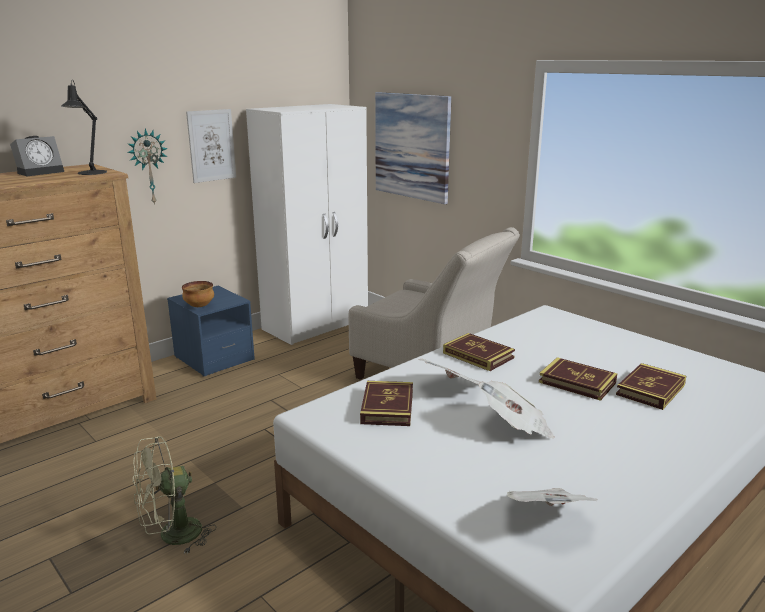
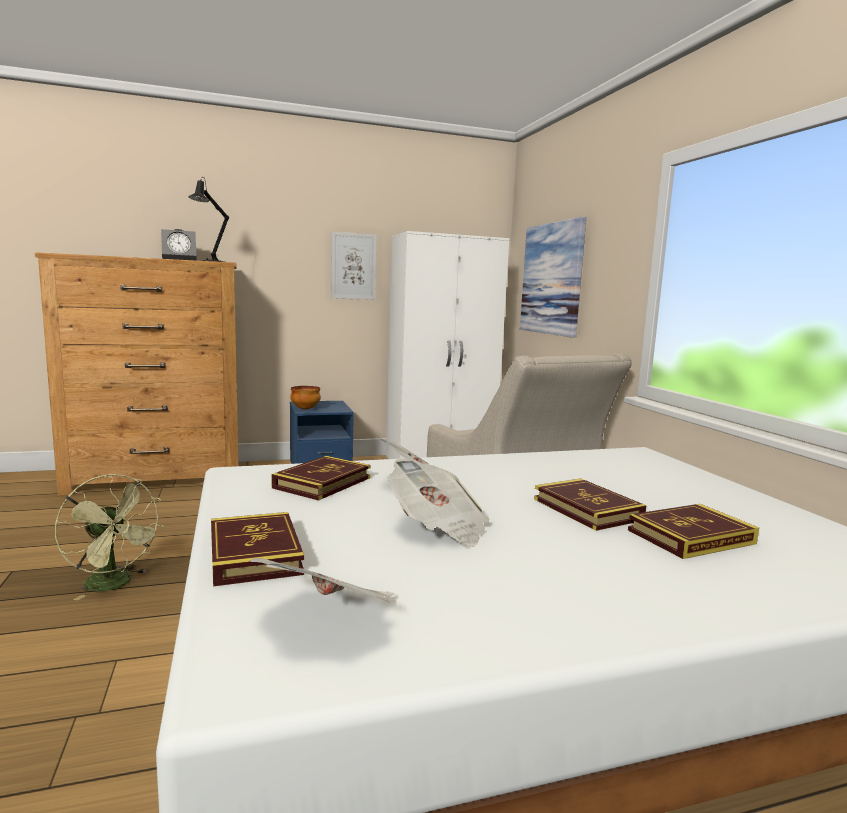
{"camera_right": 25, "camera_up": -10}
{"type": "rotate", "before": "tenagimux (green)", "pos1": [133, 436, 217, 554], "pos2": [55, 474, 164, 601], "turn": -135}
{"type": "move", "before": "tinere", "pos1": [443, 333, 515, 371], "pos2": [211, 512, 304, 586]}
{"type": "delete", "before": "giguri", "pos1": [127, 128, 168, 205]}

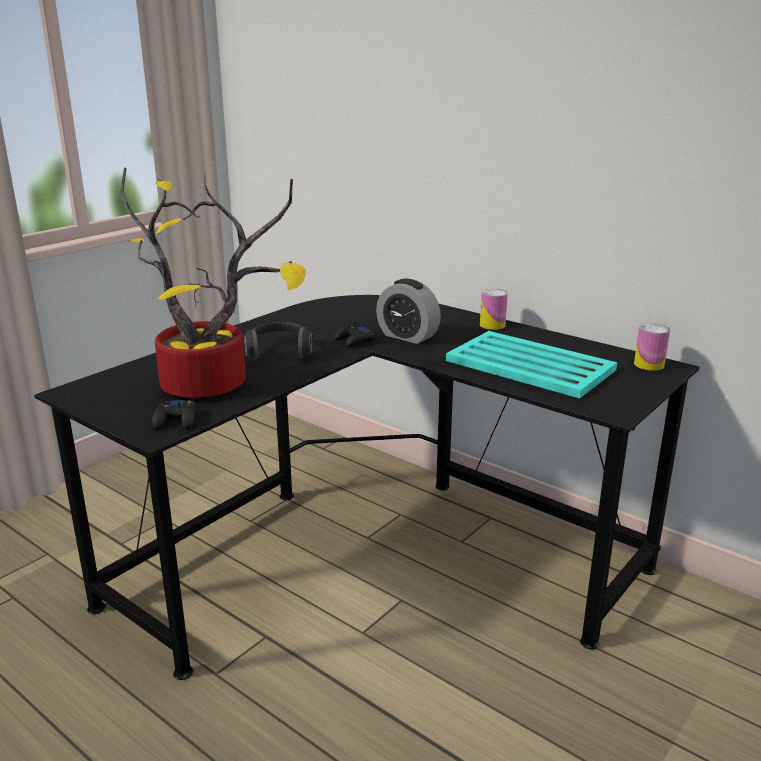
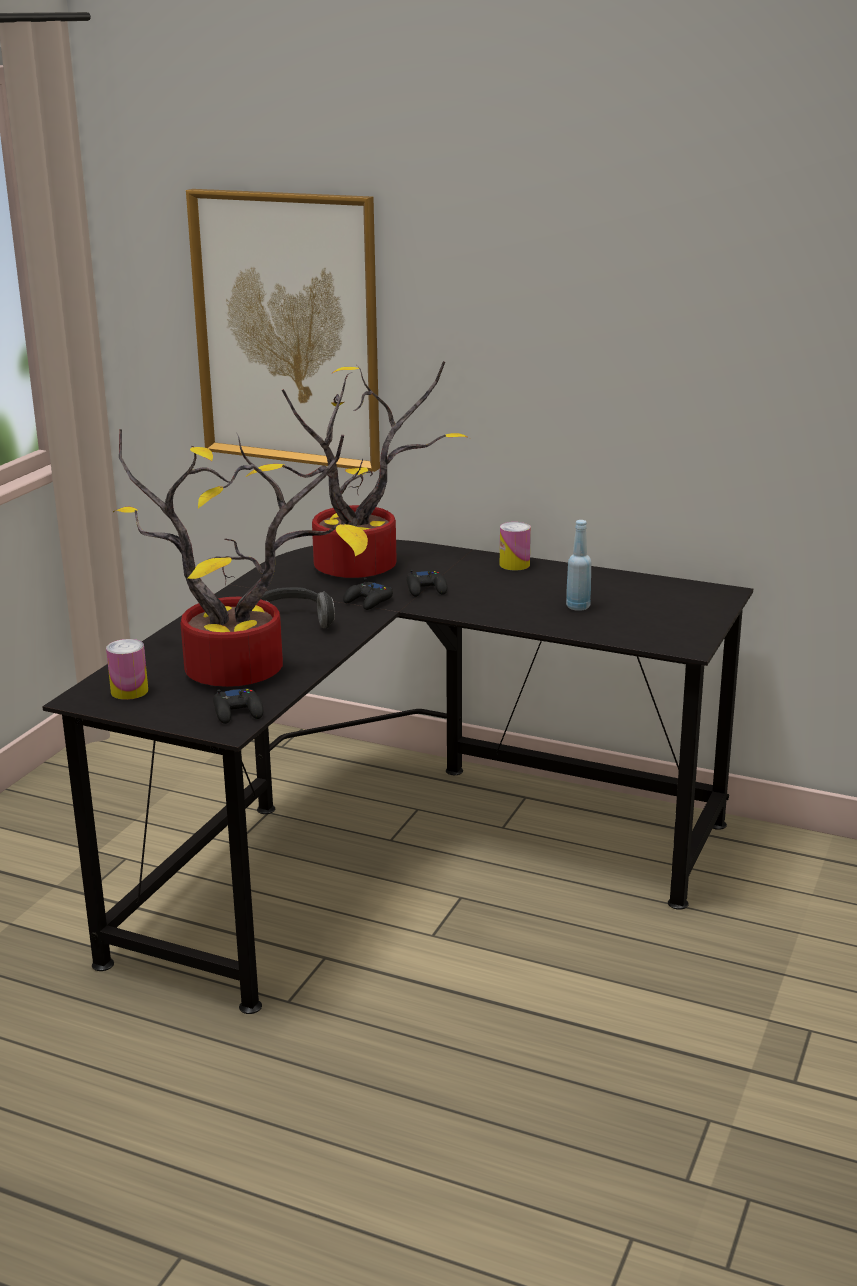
{"camera_right": -15, "camera_up": 0}
{"type": "move", "before": "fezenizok", "pos1": [634, 323, 670, 371], "pos2": [106, 639, 148, 700]}
{"type": "insert", "after": "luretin", "pos2": [186, 189, 380, 472]}
{"type": "insert", "after": "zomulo", "pos2": [246, 361, 469, 578]}
{"type": "replace", "before": "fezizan", "after": "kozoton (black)", "pos1": [376, 279, 441, 344], "pos2": [406, 570, 447, 597]}
{"type": "replace", "before": "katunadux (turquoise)", "after": "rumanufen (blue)", "pos1": [446, 331, 617, 398], "pos2": [566, 520, 592, 611]}

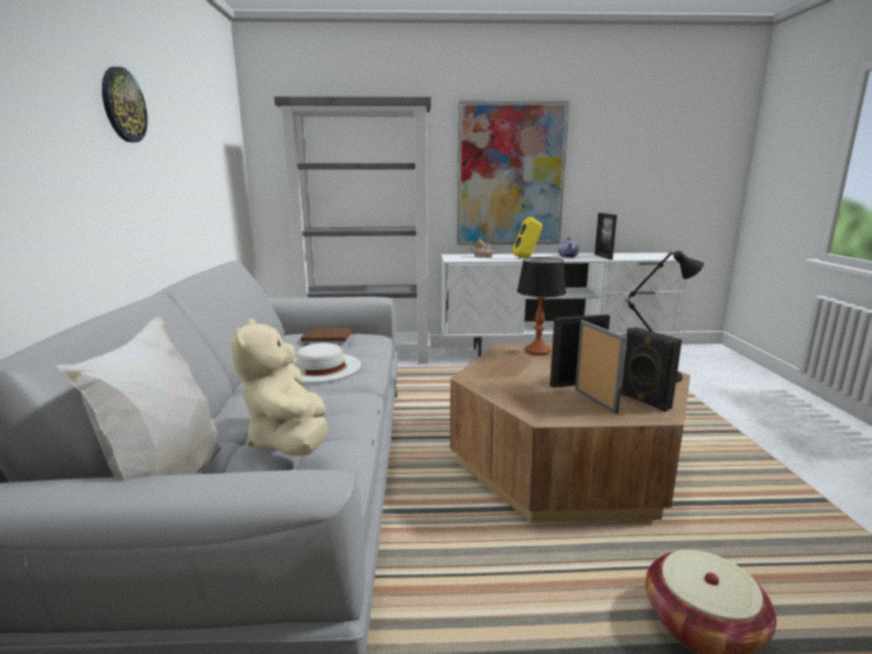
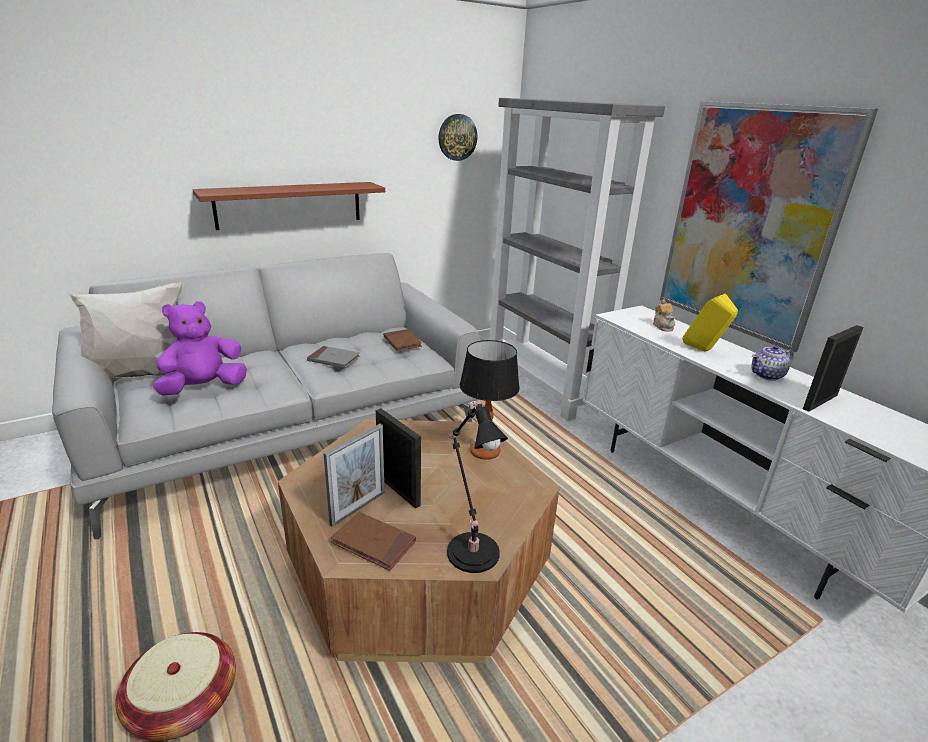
{"camera_right": 60, "camera_up": 10}
{"type": "recolor", "before": "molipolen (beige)", "after": "molipolen (purple)", "pos1": [231, 319, 328, 456], "pos2": [153, 301, 247, 396]}
{"type": "insert", "after": "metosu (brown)", "pos2": [193, 182, 385, 230]}
{"type": "replace", "before": "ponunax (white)", "after": "tinere (grey)", "pos1": [290, 343, 361, 382], "pos2": [307, 346, 360, 368]}
{"type": "replace", "before": "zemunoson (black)", "after": "tinere (brown)", "pos1": [621, 327, 682, 412], "pos2": [331, 512, 416, 571]}
{"type": "move", "before": "giguri", "pos1": [102, 67, 148, 142], "pos2": [438, 114, 477, 161]}

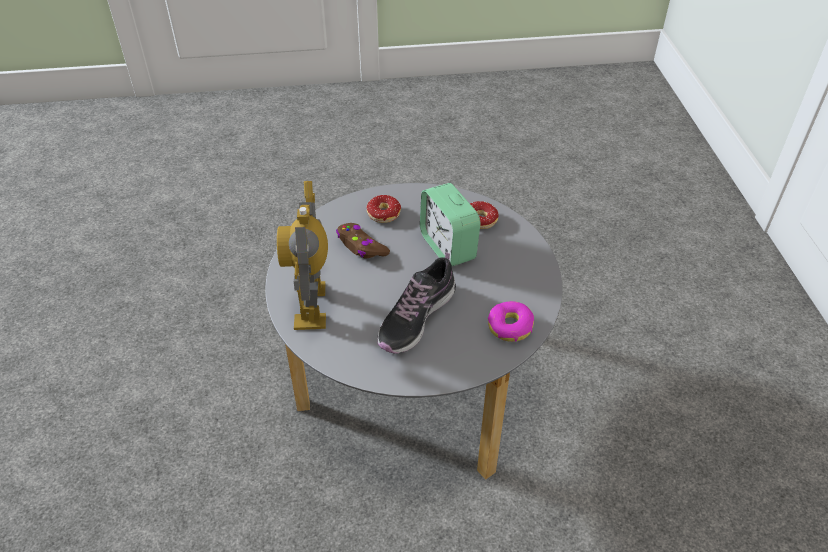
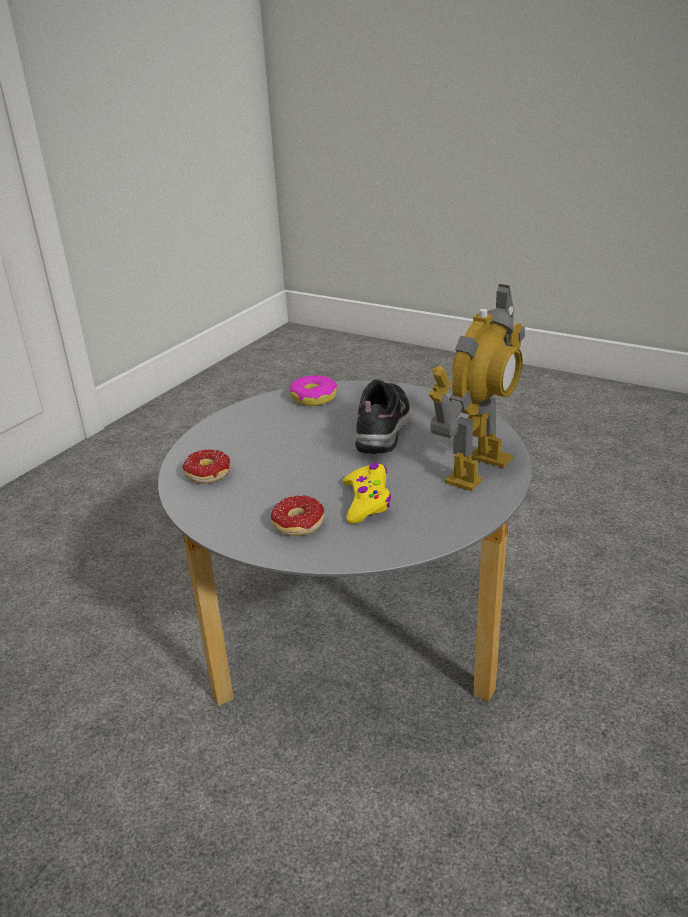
{"camera_right": -140, "camera_up": -15}
{"type": "recolor", "before": "kozoton (brown)", "after": "kozoton (yellow)", "pos1": [336, 223, 390, 258], "pos2": [343, 463, 391, 524]}
{"type": "rotate", "before": "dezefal", "pos1": [377, 252, 456, 353], "pos2": [355, 379, 412, 454], "turn": -60}
{"type": "delete", "before": "fezizan", "pos1": [420, 183, 481, 266]}

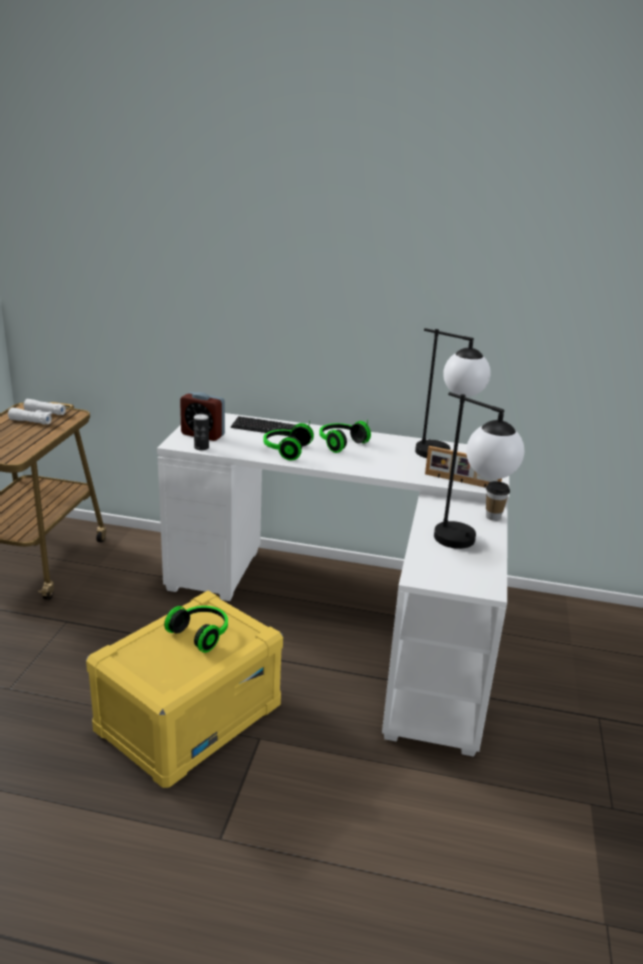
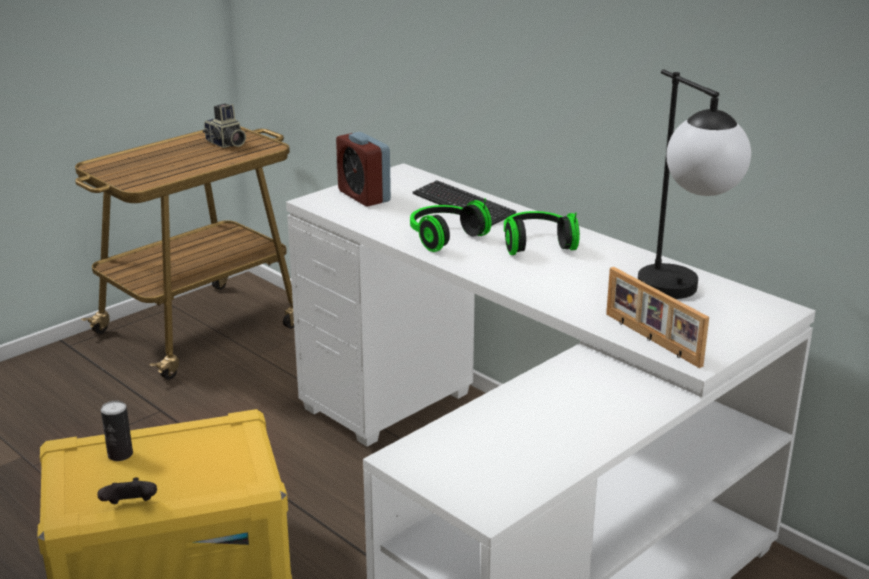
{"camera_right": 35, "camera_up": 0}
{"type": "insert", "after": "kozoton (black)", "pos2": [97, 477, 157, 504]}
{"type": "move", "before": "fezenizok", "pos1": [194, 414, 209, 450], "pos2": [101, 401, 133, 461]}
{"type": "replace", "before": "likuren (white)", "after": "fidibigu", "pos1": [8, 399, 66, 424], "pos2": [203, 104, 246, 148]}
{"type": "delete", "before": "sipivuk", "pos1": [164, 606, 228, 653]}
{"type": "delete", "before": "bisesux", "pos1": [434, 392, 524, 549]}
{"type": "delete", "before": "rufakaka", "pos1": [486, 481, 510, 521]}

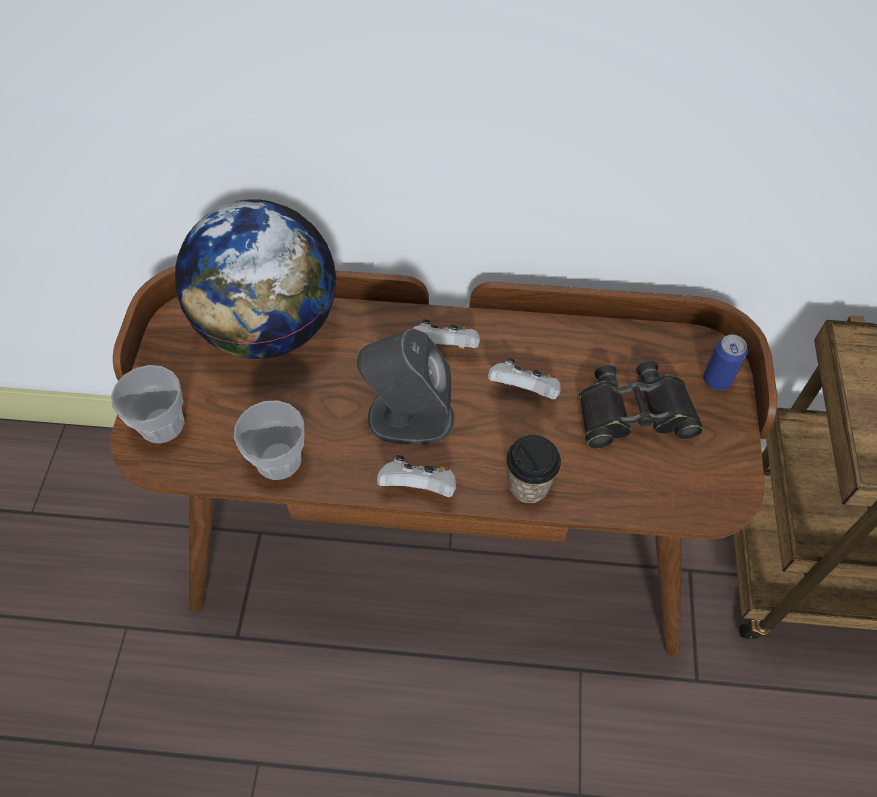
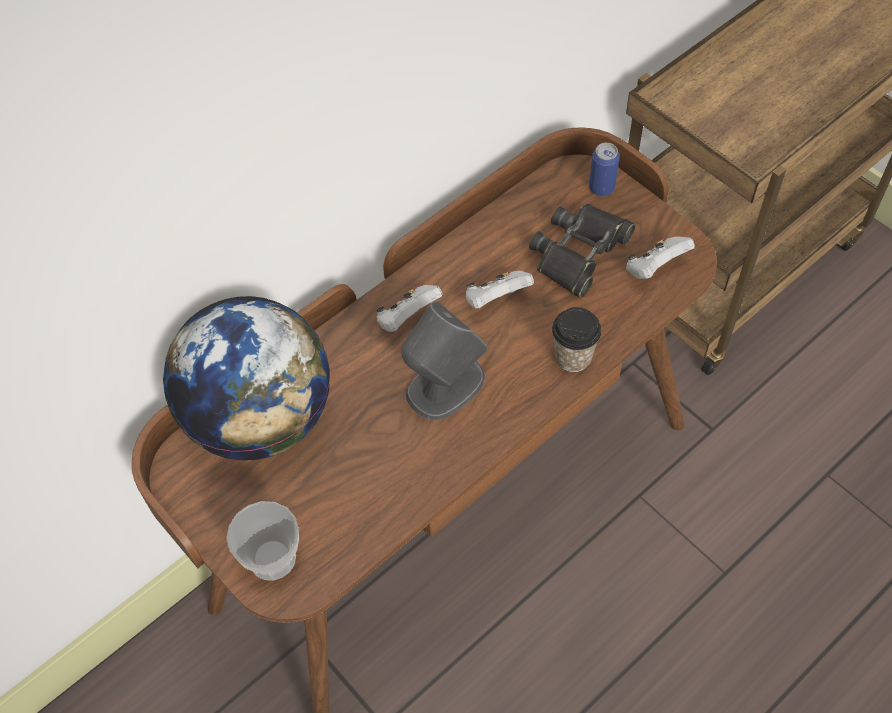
{"camera_right": -45, "camera_up": 0}
{"type": "move", "before": "kozoton (white)", "pos1": [377, 455, 456, 497], "pos2": [626, 236, 695, 279]}
{"type": "delete", "before": "rufakaka", "pos1": [234, 400, 304, 480]}

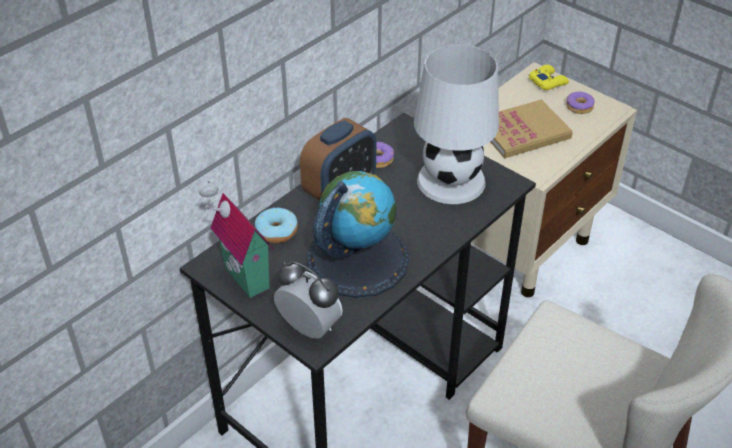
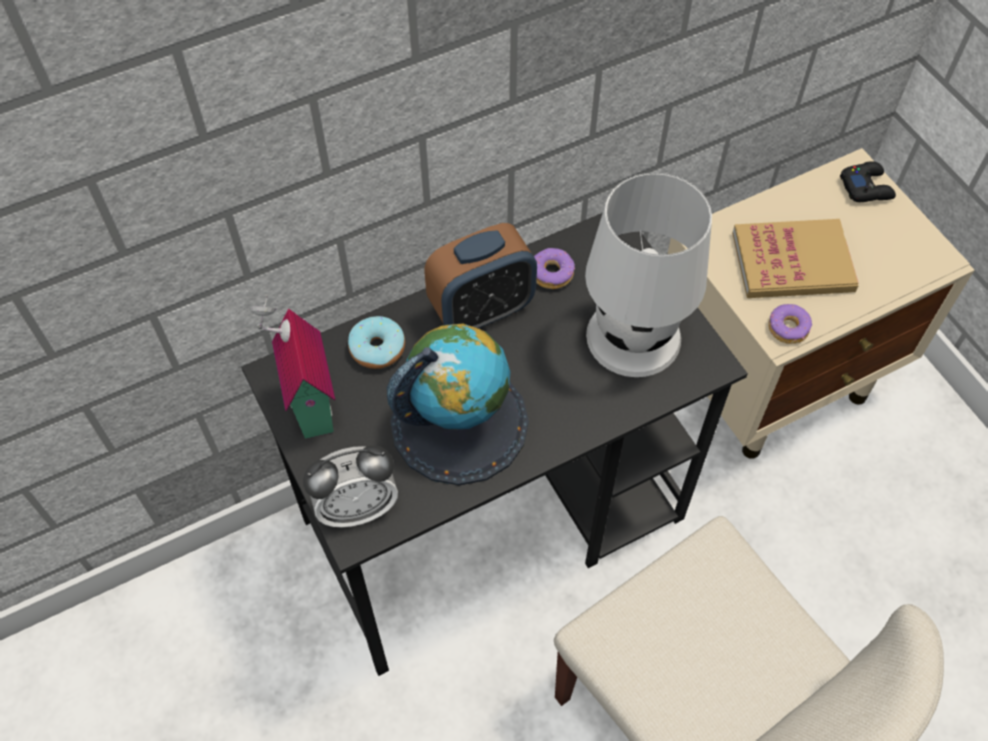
{"camera_right": 20, "camera_up": 15}
{"type": "rotate", "before": "fezizan", "pos1": [274, 261, 343, 339], "pos2": [303, 445, 398, 527], "turn": 105}
{"type": "move", "before": "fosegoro", "pos1": [566, 92, 595, 114], "pos2": [768, 304, 812, 344]}
{"type": "recolor", "before": "kozoton (yellow)", "after": "kozoton (black)", "pos1": [529, 65, 569, 90], "pos2": [840, 161, 896, 202]}

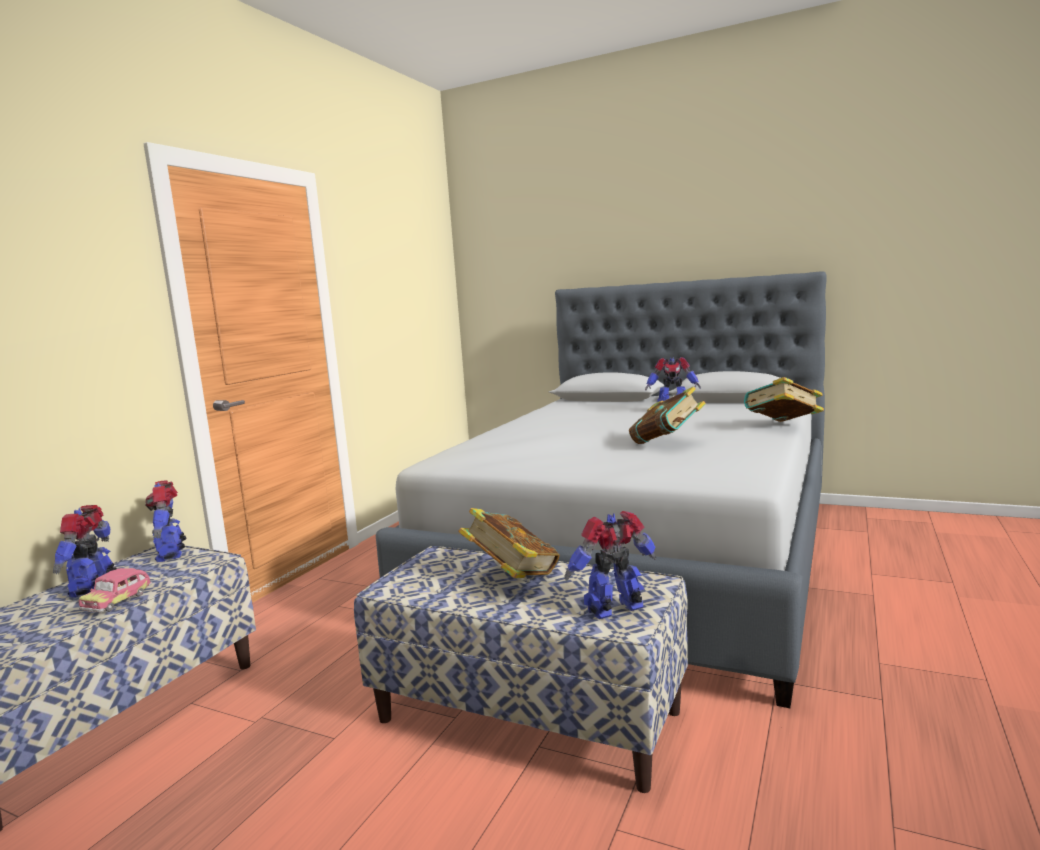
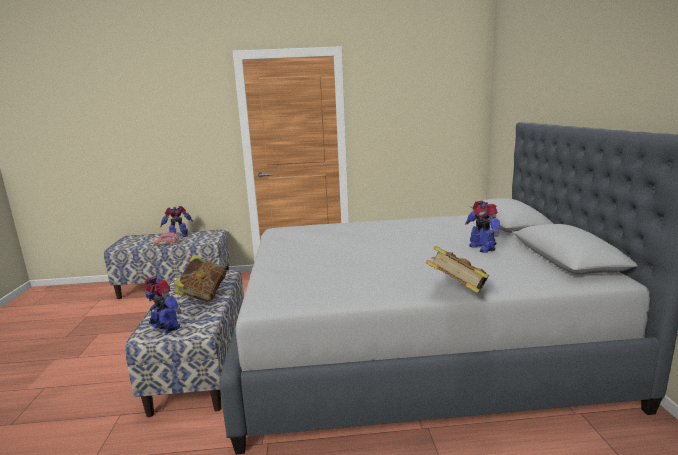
{"camera_right": 60, "camera_up": 5}
{"type": "delete", "before": "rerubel", "pos1": [145, 480, 186, 562]}
{"type": "delete", "before": "tinere", "pos1": [629, 386, 706, 444]}

